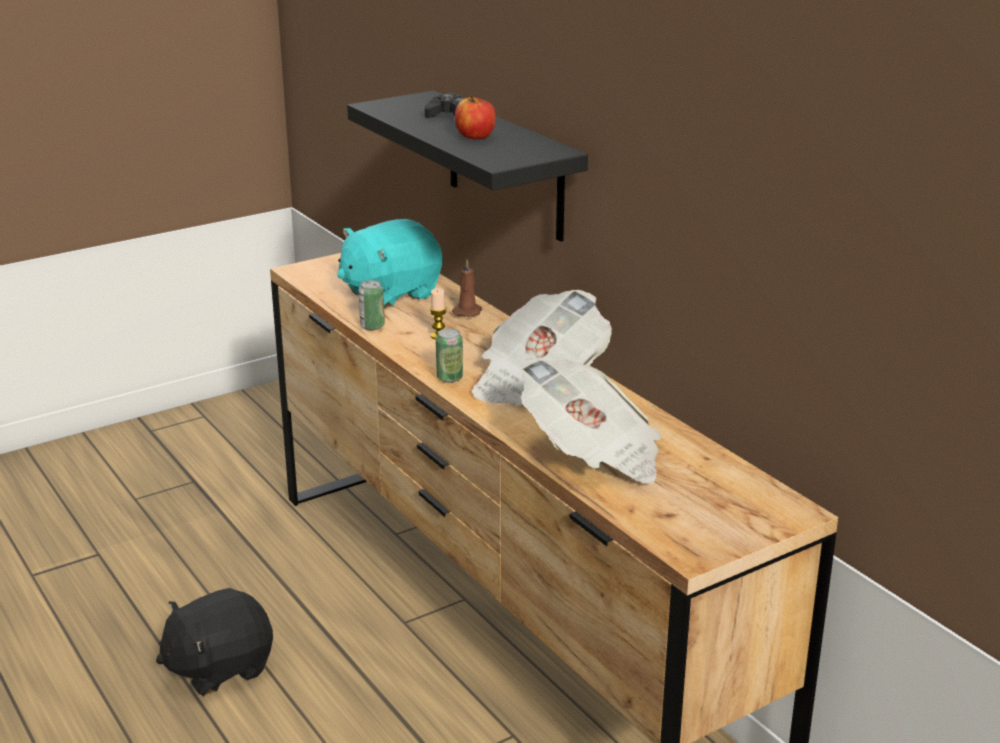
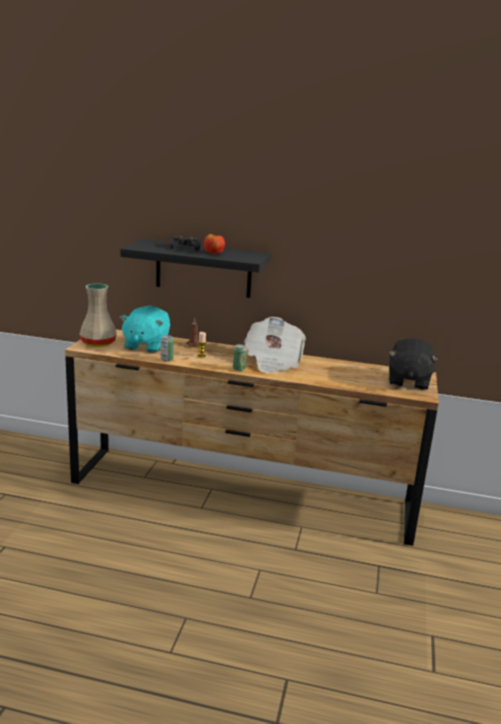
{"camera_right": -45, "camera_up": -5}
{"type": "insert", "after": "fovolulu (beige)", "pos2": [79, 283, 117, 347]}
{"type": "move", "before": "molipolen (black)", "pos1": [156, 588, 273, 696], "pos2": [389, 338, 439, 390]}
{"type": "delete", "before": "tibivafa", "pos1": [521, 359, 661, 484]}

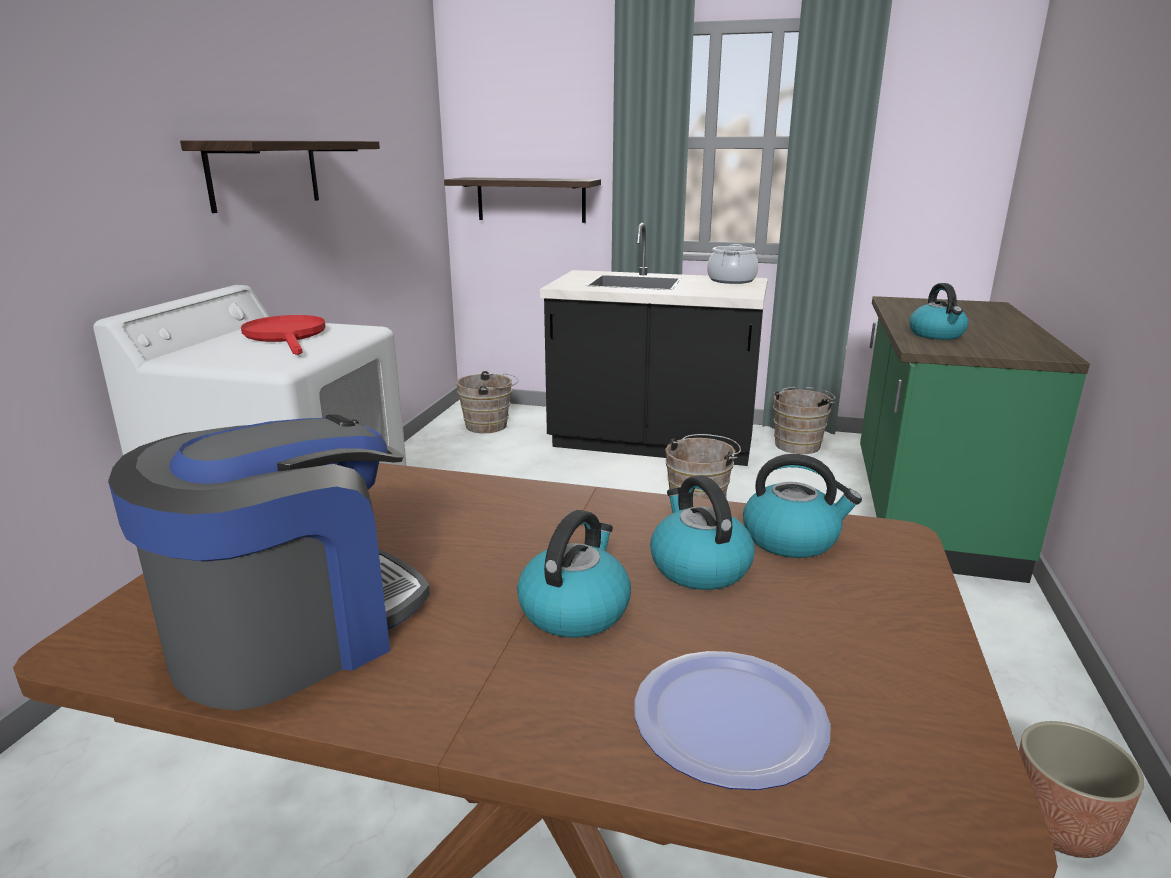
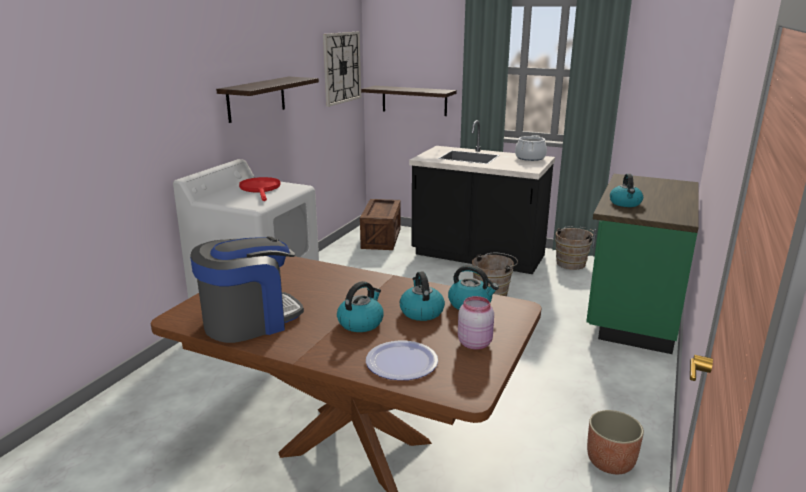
{"camera_right": 10, "camera_up": 0}
{"type": "insert", "after": "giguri", "pos2": [323, 31, 361, 107]}
{"type": "replace", "before": "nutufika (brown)", "after": "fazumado", "pos1": [456, 371, 519, 433], "pos2": [360, 199, 401, 250]}
{"type": "insert", "after": "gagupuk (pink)", "pos2": [458, 296, 494, 350]}

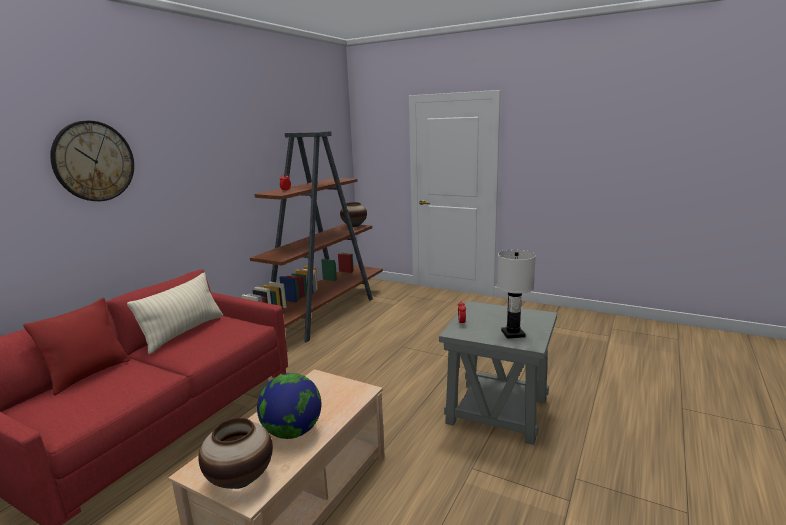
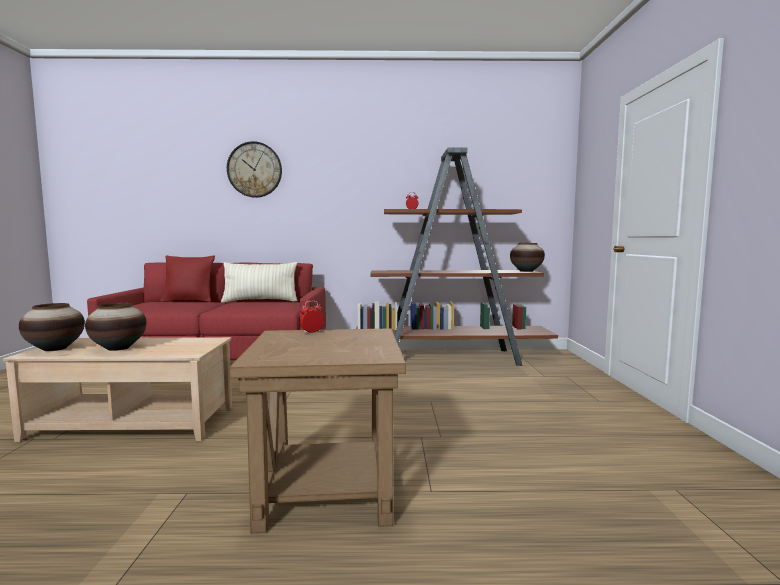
{"camera_right": 60, "camera_up": -10}
{"type": "replace", "before": "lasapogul", "after": "fovolulu", "pos1": [257, 373, 321, 439], "pos2": [85, 303, 146, 351]}
{"type": "recolor", "before": "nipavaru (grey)", "after": "nipavaru (brown)", "pos1": [439, 301, 557, 445], "pos2": [229, 328, 406, 533]}
{"type": "delete", "before": "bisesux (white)", "pos1": [497, 250, 536, 339]}

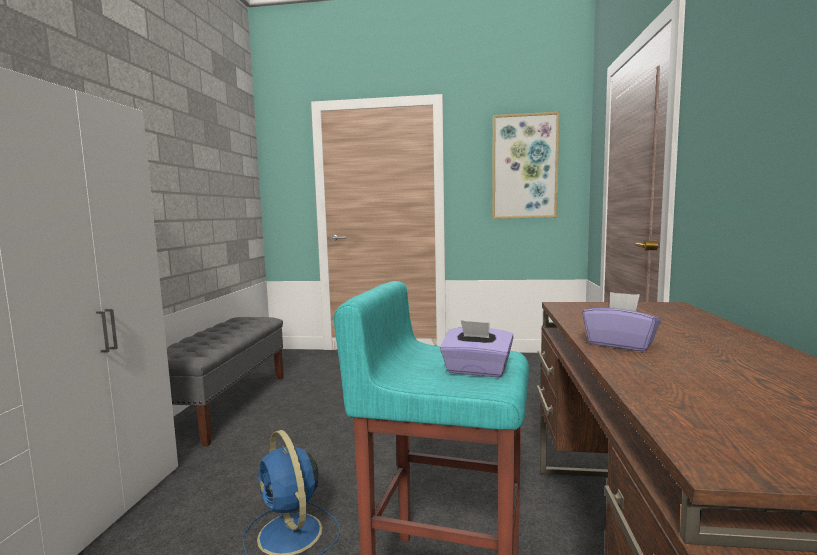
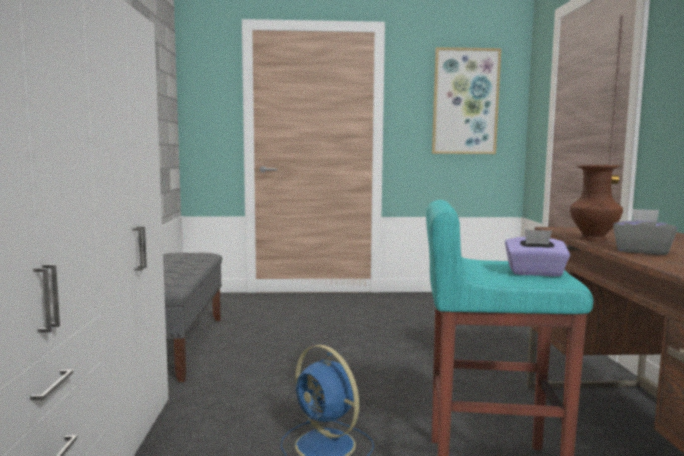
{"camera_right": -10, "camera_up": 0}
{"type": "insert", "after": "fovolulu (brown)", "pos2": [570, 165, 623, 241]}
{"type": "recolor", "before": "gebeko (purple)", "after": "gebeko (grey)", "pos1": [582, 292, 661, 351], "pos2": [613, 209, 677, 255]}

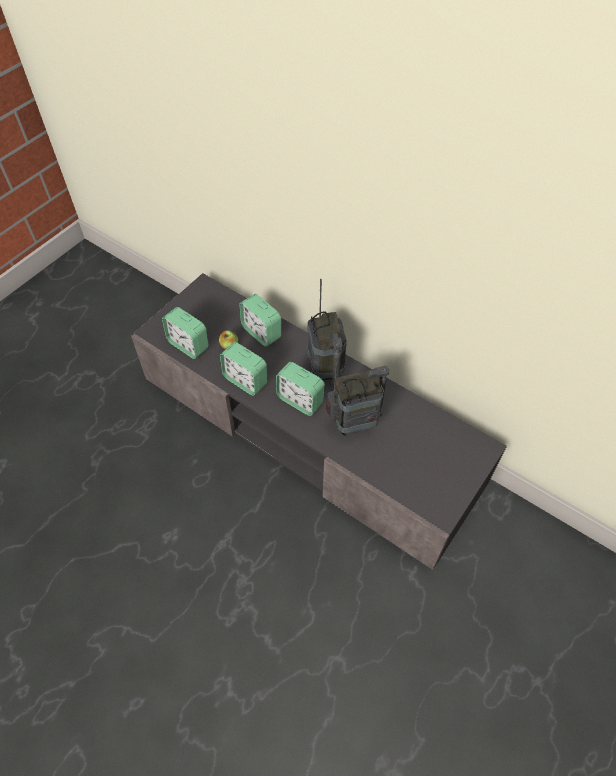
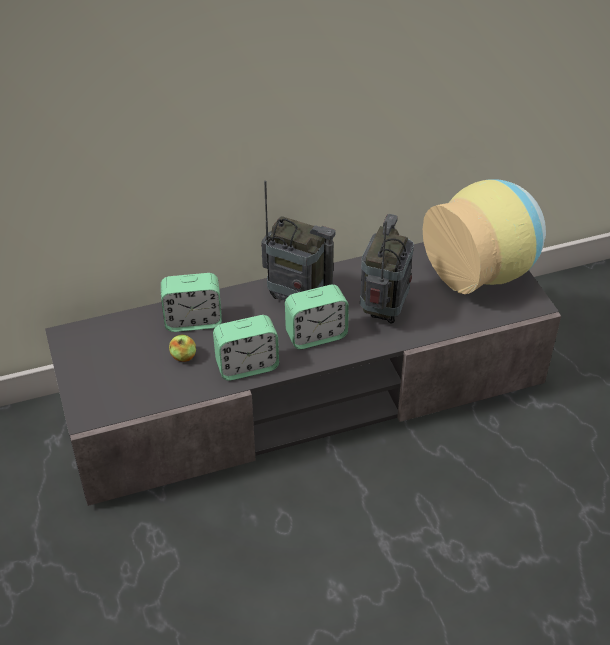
{"camera_right": -55, "camera_up": -10}
{"type": "insert", "after": "fovolulu", "pos2": [423, 179, 546, 294]}
{"type": "delete", "before": "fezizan", "pos1": [162, 307, 209, 359]}

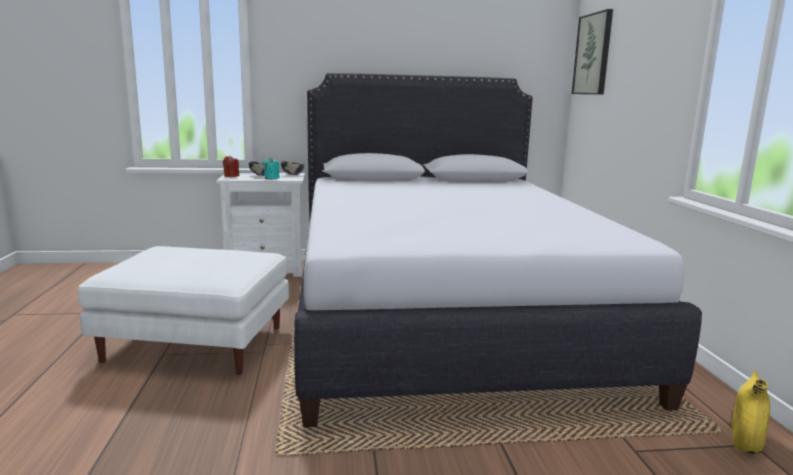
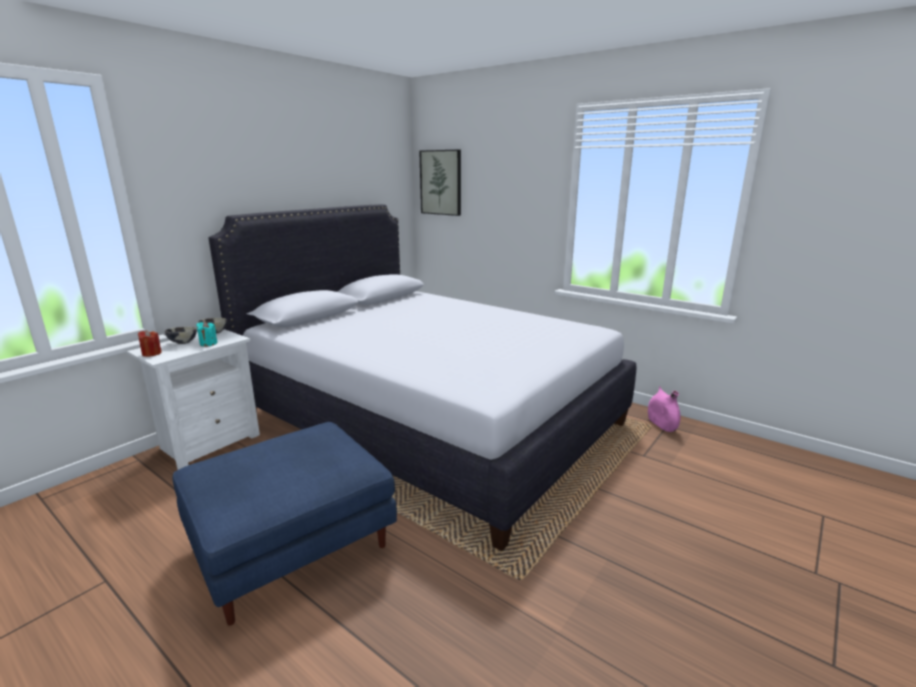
{"camera_right": -45, "camera_up": 5}
{"type": "recolor", "before": "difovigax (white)", "after": "difovigax (blue)", "pos1": [78, 246, 289, 375], "pos2": [172, 422, 397, 626]}
{"type": "recolor", "before": "fovolulu (yellow)", "after": "fovolulu (pink)", "pos1": [732, 370, 770, 454], "pos2": [648, 386, 680, 432]}

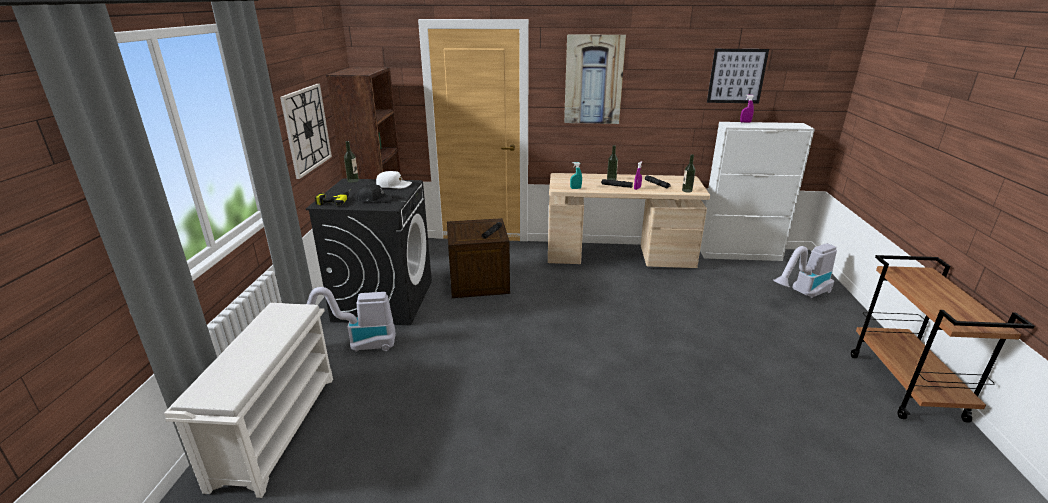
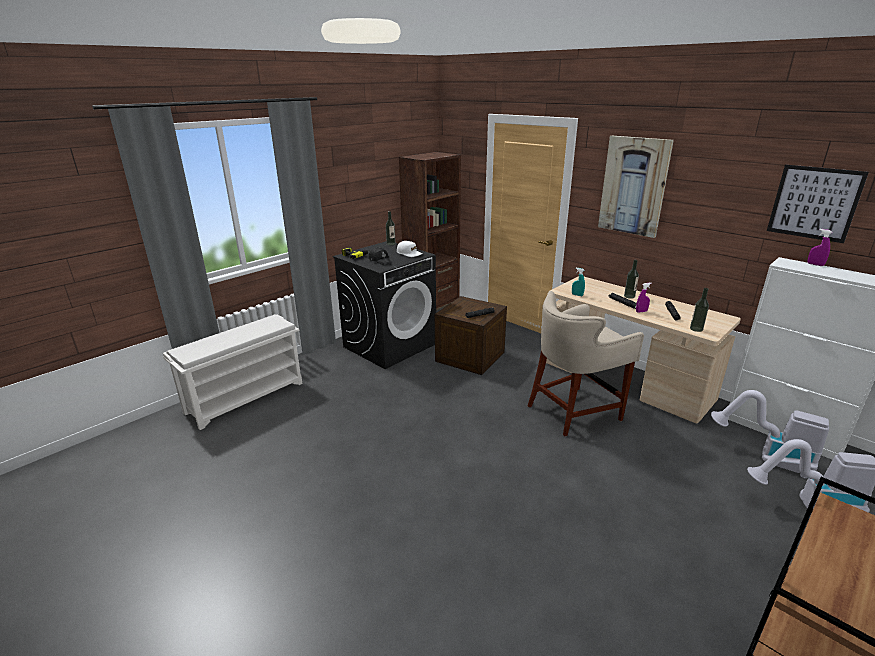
{"camera_right": 40, "camera_up": 0}
{"type": "insert", "after": "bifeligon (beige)", "pos2": [528, 291, 644, 437]}
{"type": "move", "before": "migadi", "pos1": [307, 287, 396, 352], "pos2": [711, 390, 829, 479]}
{"type": "delete", "before": "giguri", "pos1": [280, 84, 332, 179]}

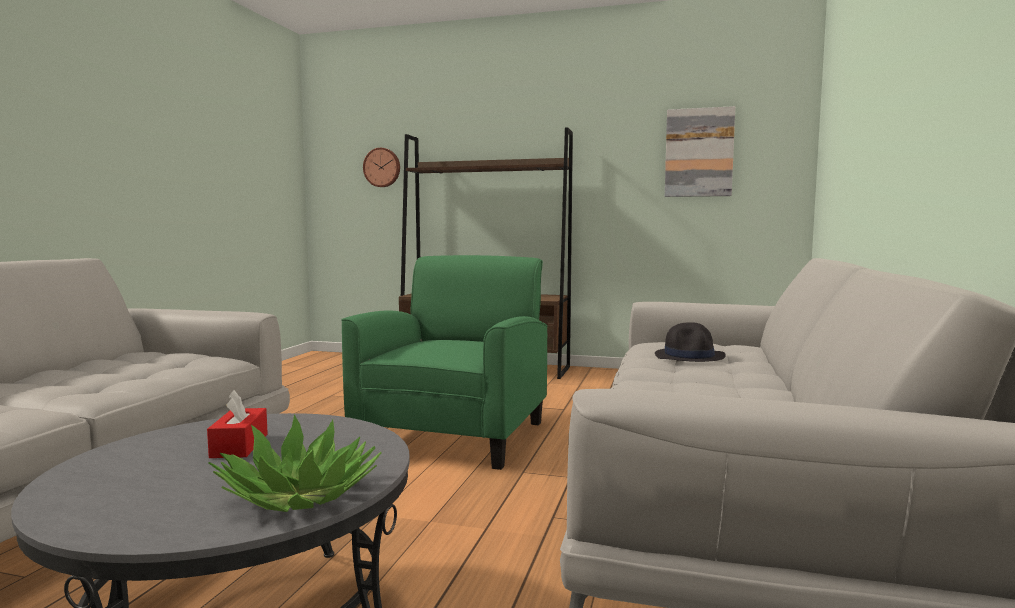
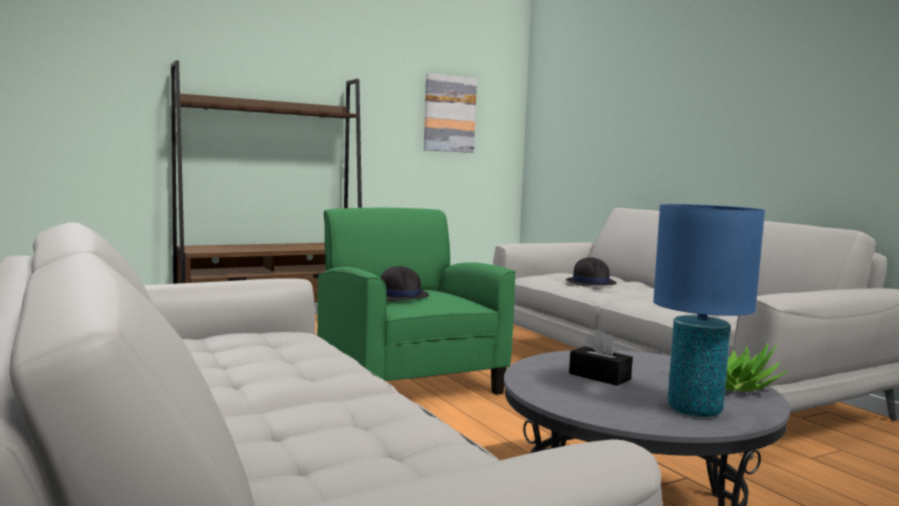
{"camera_right": -45, "camera_up": 0}
{"type": "insert", "after": "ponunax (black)", "pos2": [381, 266, 429, 301]}
{"type": "recolor", "before": "gebeko (red)", "after": "gebeko (black)", "pos1": [207, 390, 268, 458], "pos2": [569, 331, 633, 386]}
{"type": "insert", "after": "bisesux (blue)", "pos2": [653, 204, 765, 418]}
{"type": "delete", "before": "giguri", "pos1": [363, 148, 400, 187]}

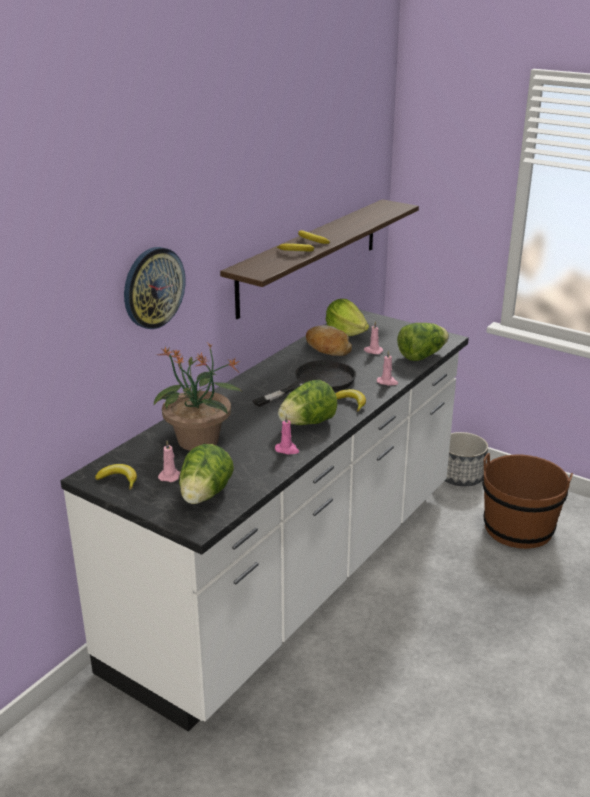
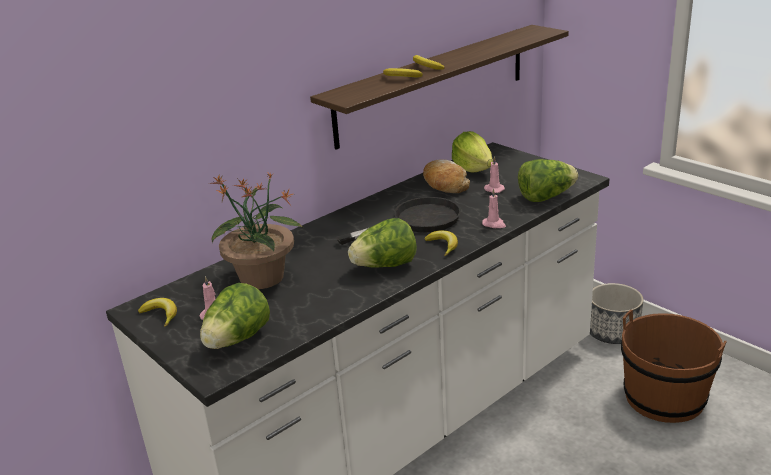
{"camera_right": 15, "camera_up": 0}
{"type": "delete", "before": "giguri", "pos1": [124, 247, 186, 329]}
{"type": "delete", "before": "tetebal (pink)", "pos1": [275, 414, 299, 454]}

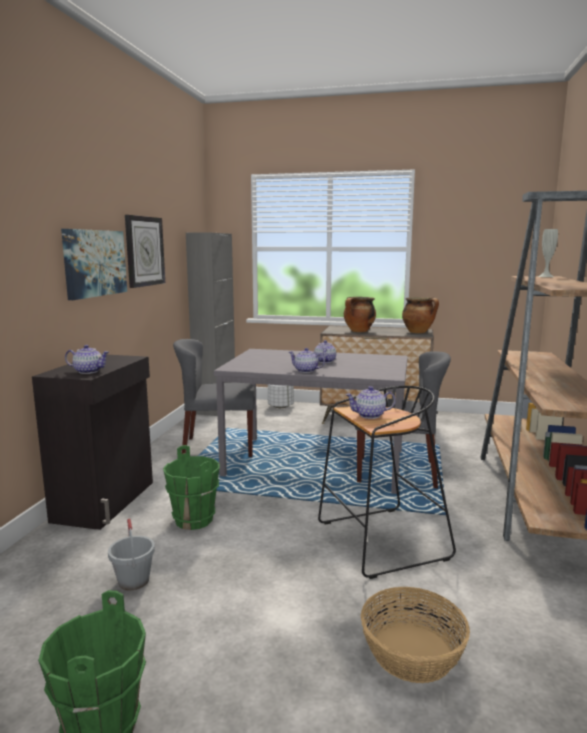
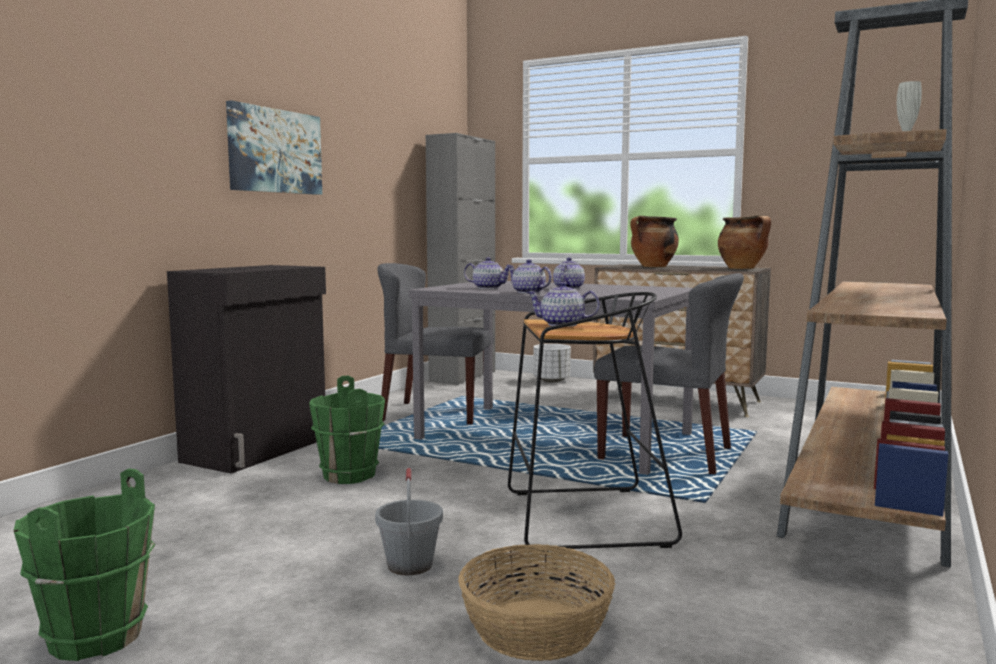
{"camera_right": 15, "camera_up": -5}
{"type": "move", "before": "nutufika (grey)", "pos1": [108, 518, 155, 590], "pos2": [375, 468, 443, 575]}
{"type": "move", "before": "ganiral", "pos1": [65, 345, 109, 374], "pos2": [464, 257, 513, 289]}
{"type": "delete", "before": "giguri", "pos1": [125, 215, 165, 288]}

